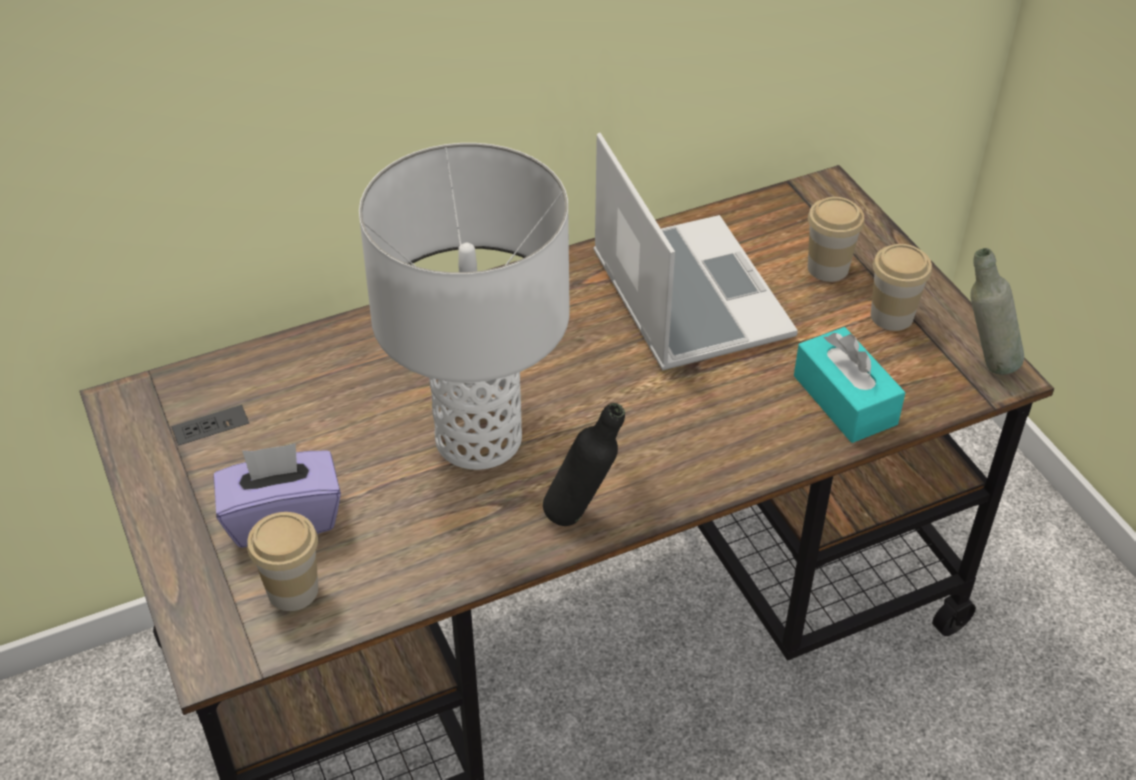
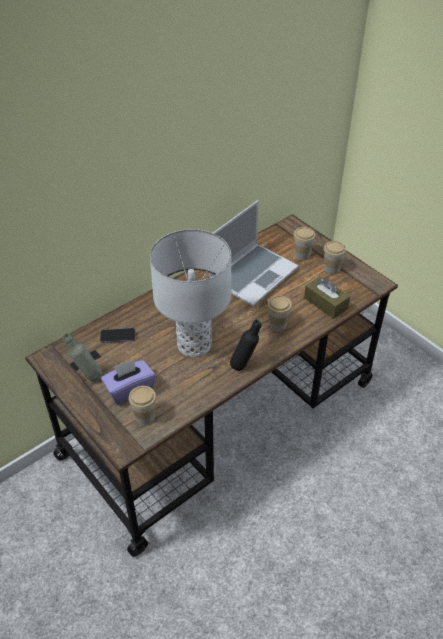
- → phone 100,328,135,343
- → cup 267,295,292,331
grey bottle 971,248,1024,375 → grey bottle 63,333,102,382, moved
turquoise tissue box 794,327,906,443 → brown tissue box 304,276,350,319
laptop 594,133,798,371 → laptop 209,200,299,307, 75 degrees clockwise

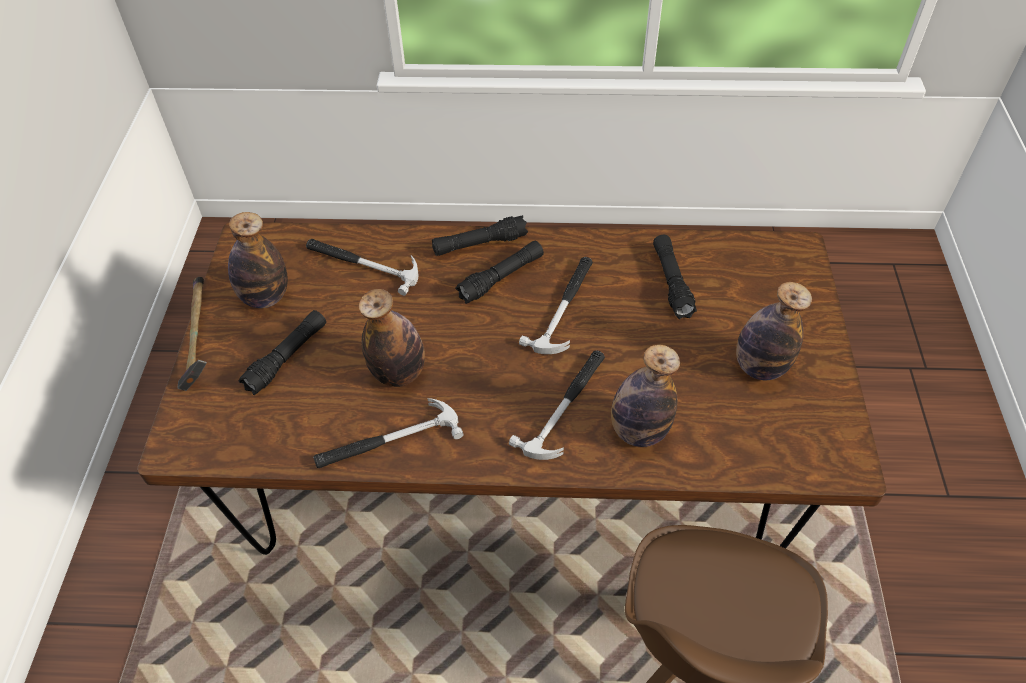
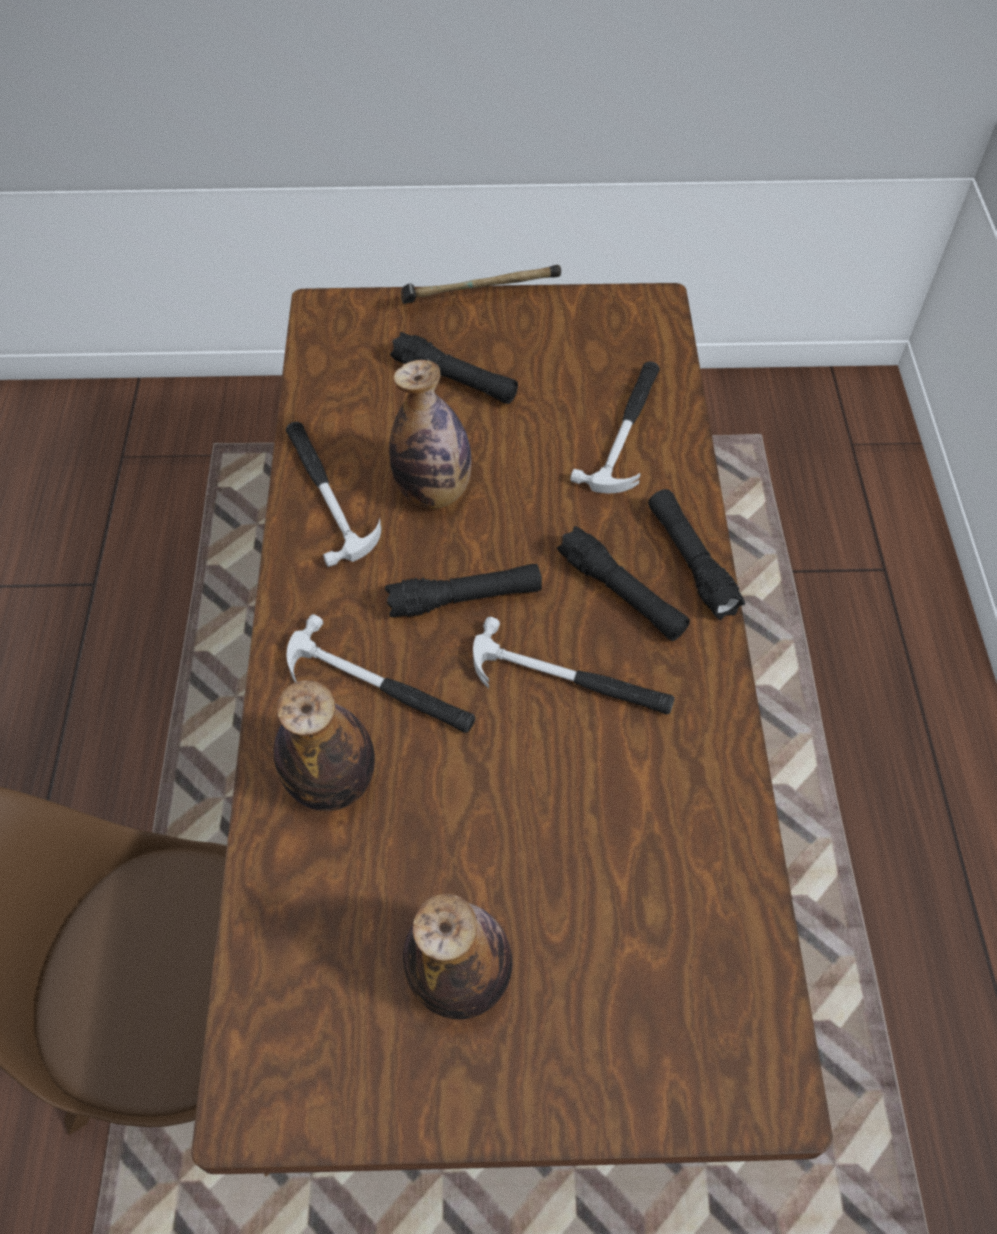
bottle 228,212,288,308 → -
black flashlight 653,235,697,319 → black flashlight 385,564,542,617, moved

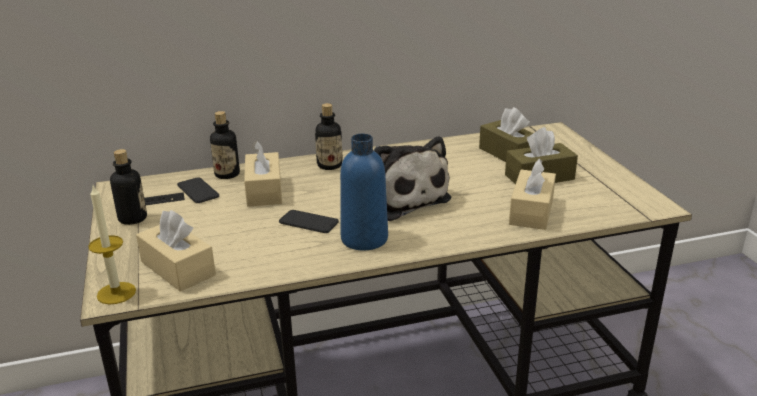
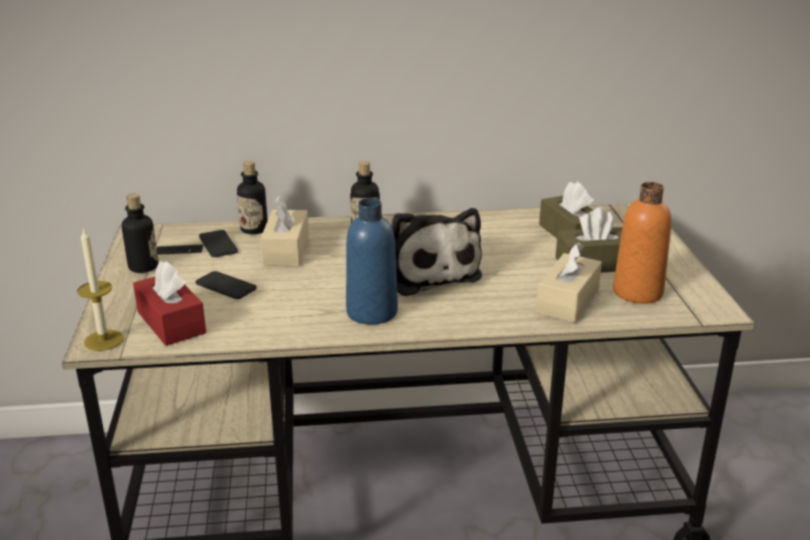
- → orange bottle 613,182,672,304
phone 279,210,339,233 → phone 195,271,257,299, moved
beige tissue box 136,210,216,292 → red tissue box 133,261,206,346

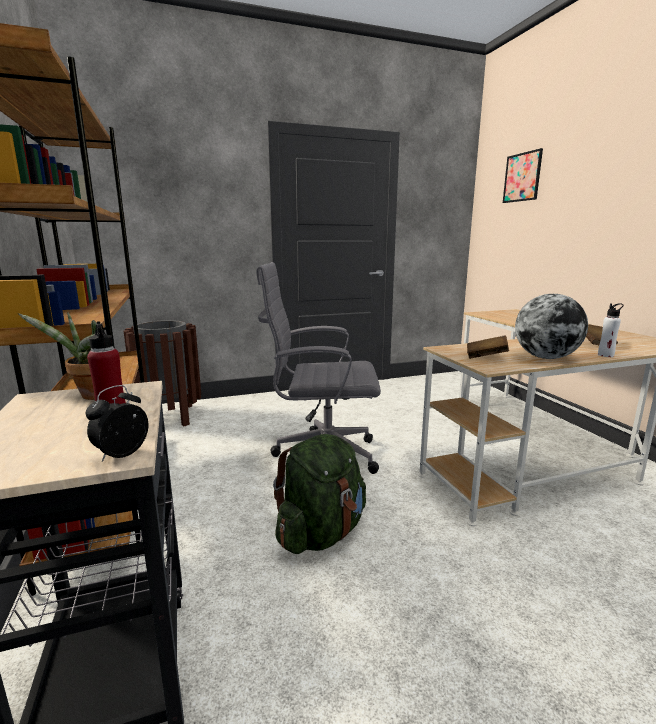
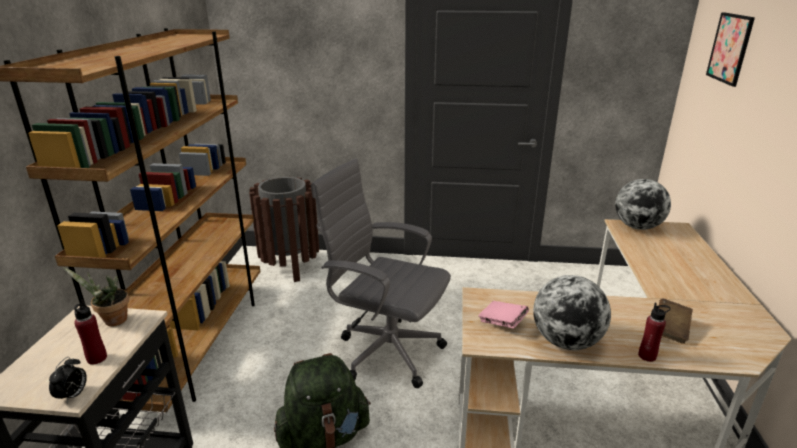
- → globe 615,179,671,230
brown book 467,335,509,359 → pink book 478,301,529,329
white bottle 598,303,624,357 → red bottle 638,303,670,362
alarm clock 85,385,148,462 → alarm clock 49,357,87,404, 135 degrees clockwise

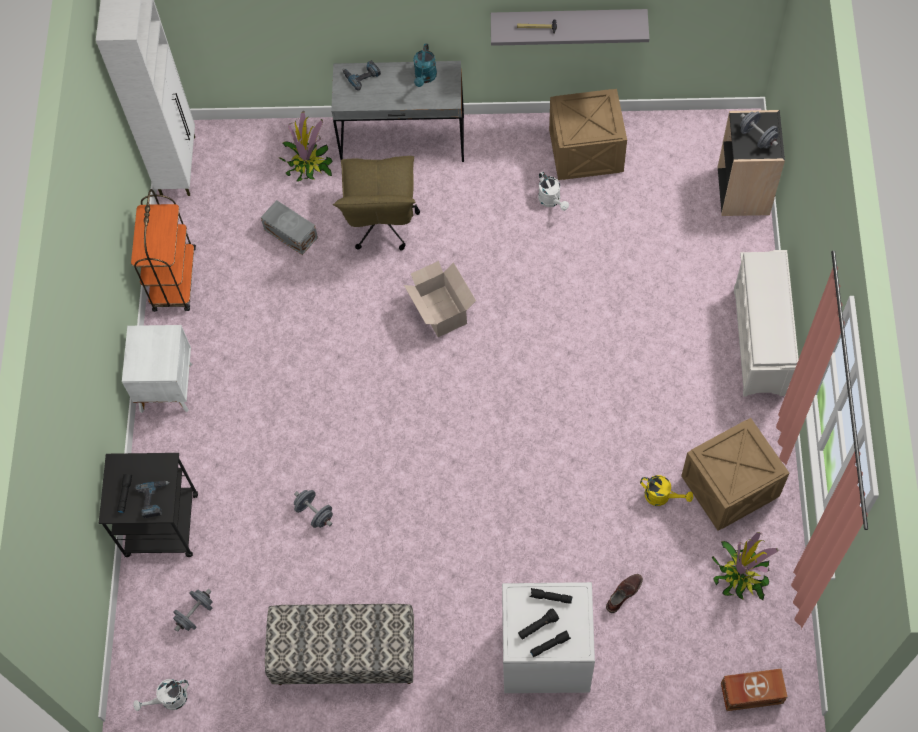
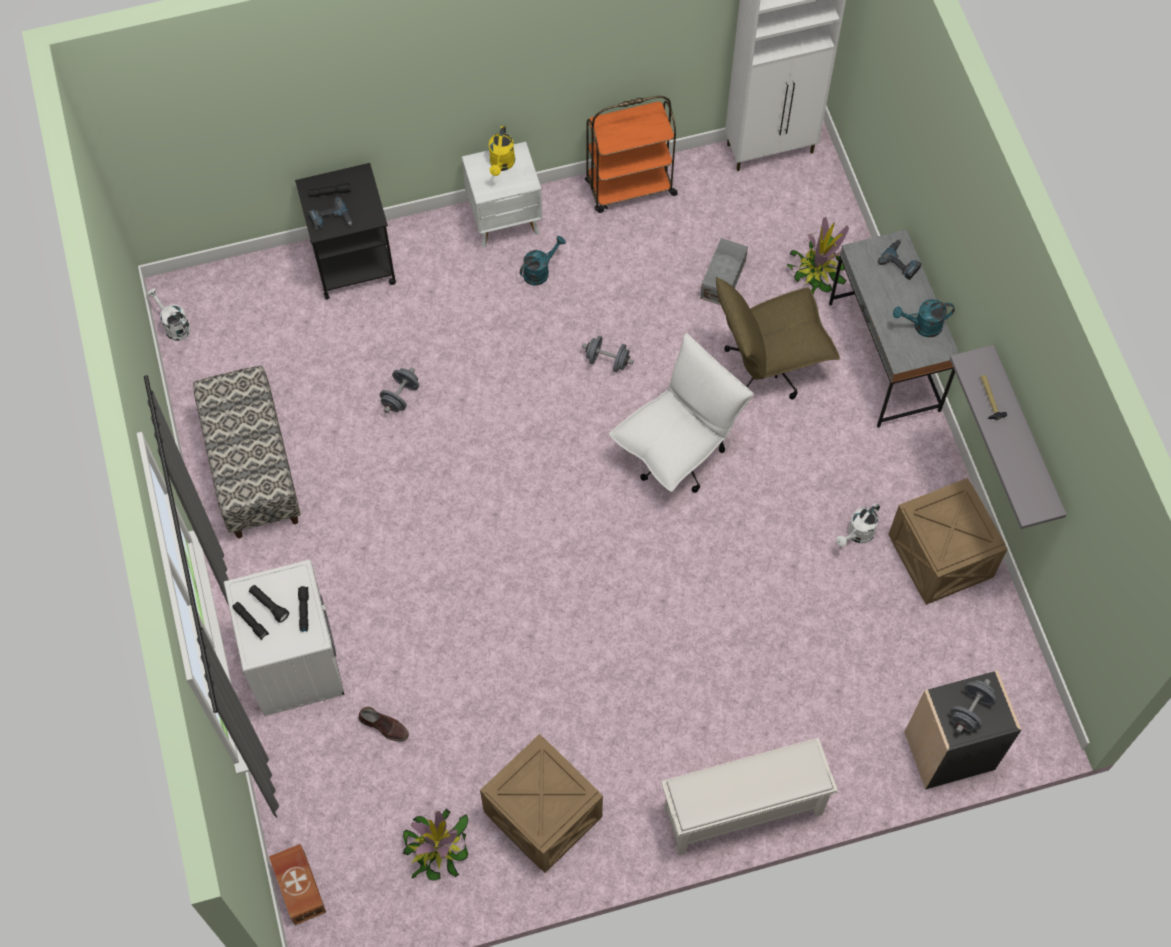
- → turquoise watering can 520,236,566,286
grey dumbbell 173,589,213,632 → grey dumbbell 582,336,634,372, moved
yellow watering can 640,475,693,506 → yellow watering can 488,126,515,176, moved
cardboard box 404,261,476,337 → white office chair 609,333,754,493

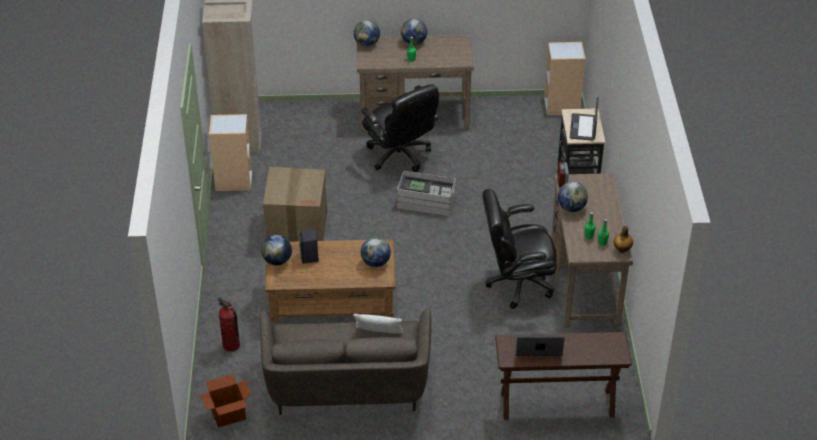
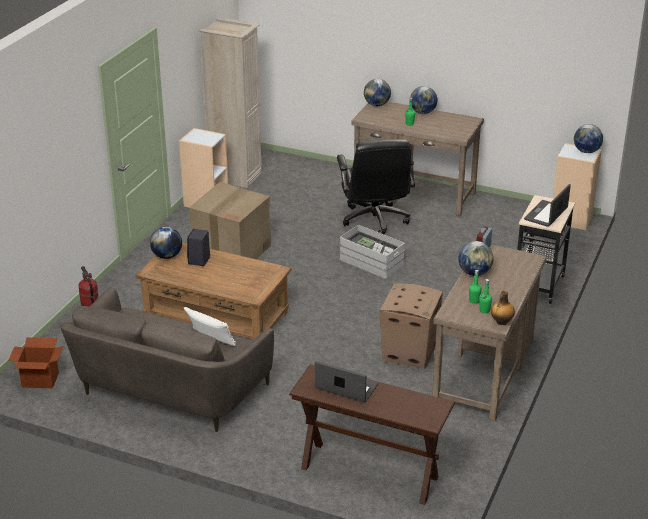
globe 361,237,391,267 → globe 574,124,603,153, moved
black office chair 482,189,557,309 → cardboard box 379,283,443,369

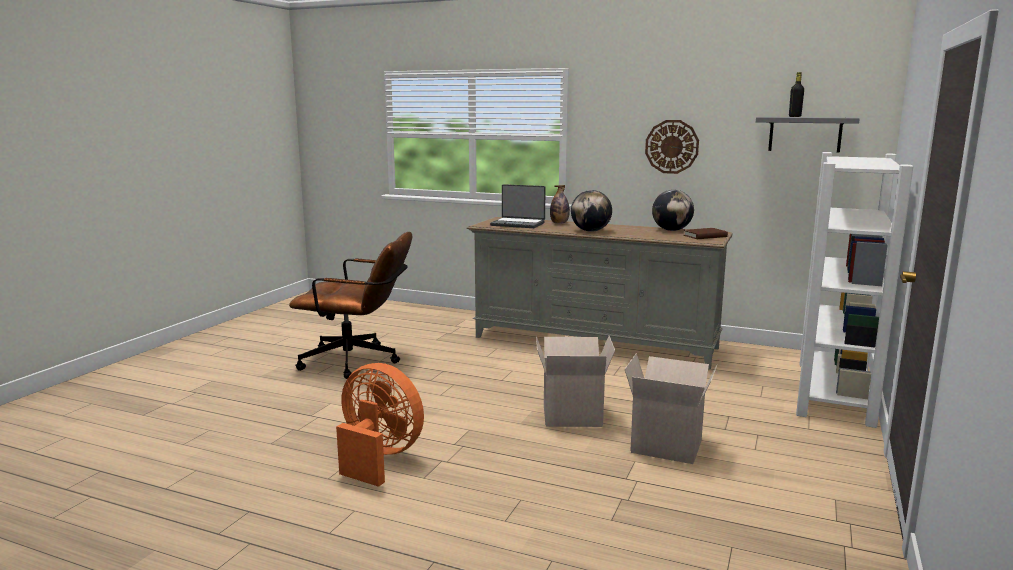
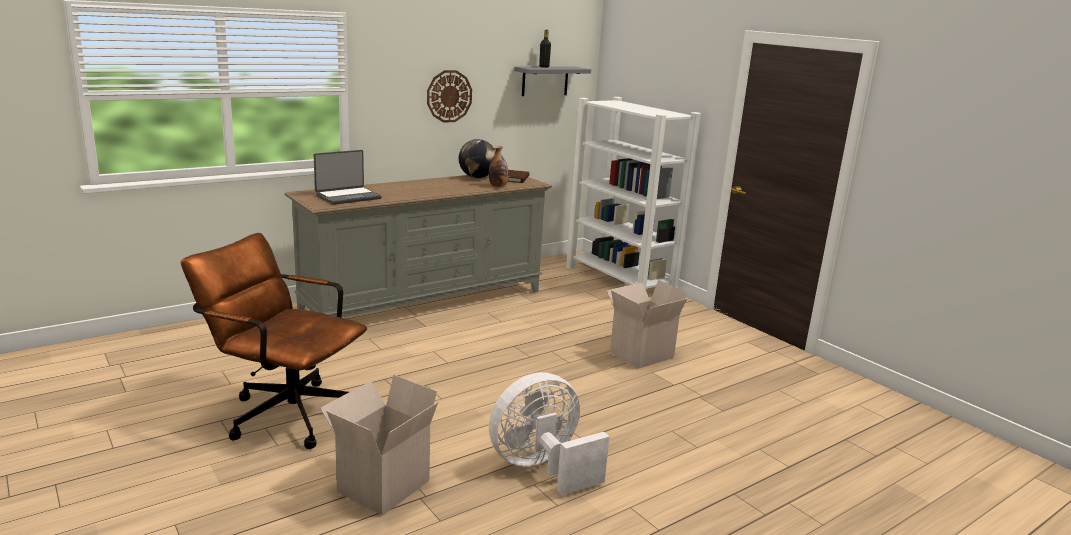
globe 571,190,612,232 → -
cardboard box 536,335,615,427 → cardboard box 320,375,438,516, moved
bottle 550,185,570,224 → bottle 489,146,509,187, moved
orange fan 336,363,424,487 → white fan 489,372,610,495
brown office chair 289,232,412,379 → brown office chair 181,233,367,449, 105 degrees counterclockwise

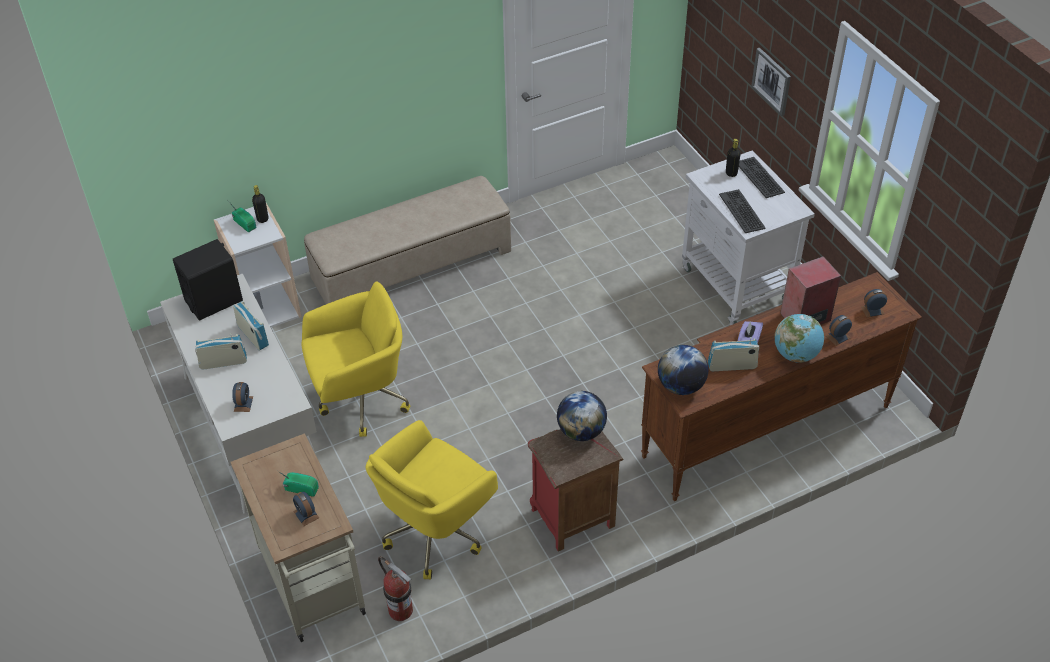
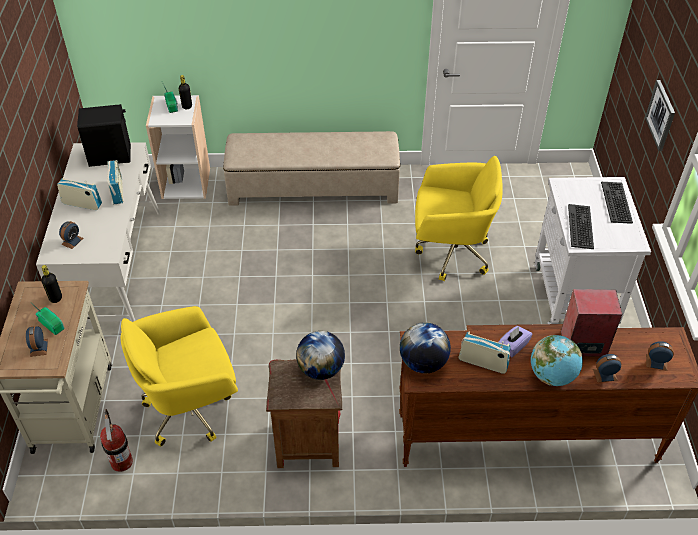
yellow office chair 301,282,410,437 → yellow office chair 415,156,503,281, moved
black bottle 726,139,741,177 → black bottle 41,265,62,303, moved

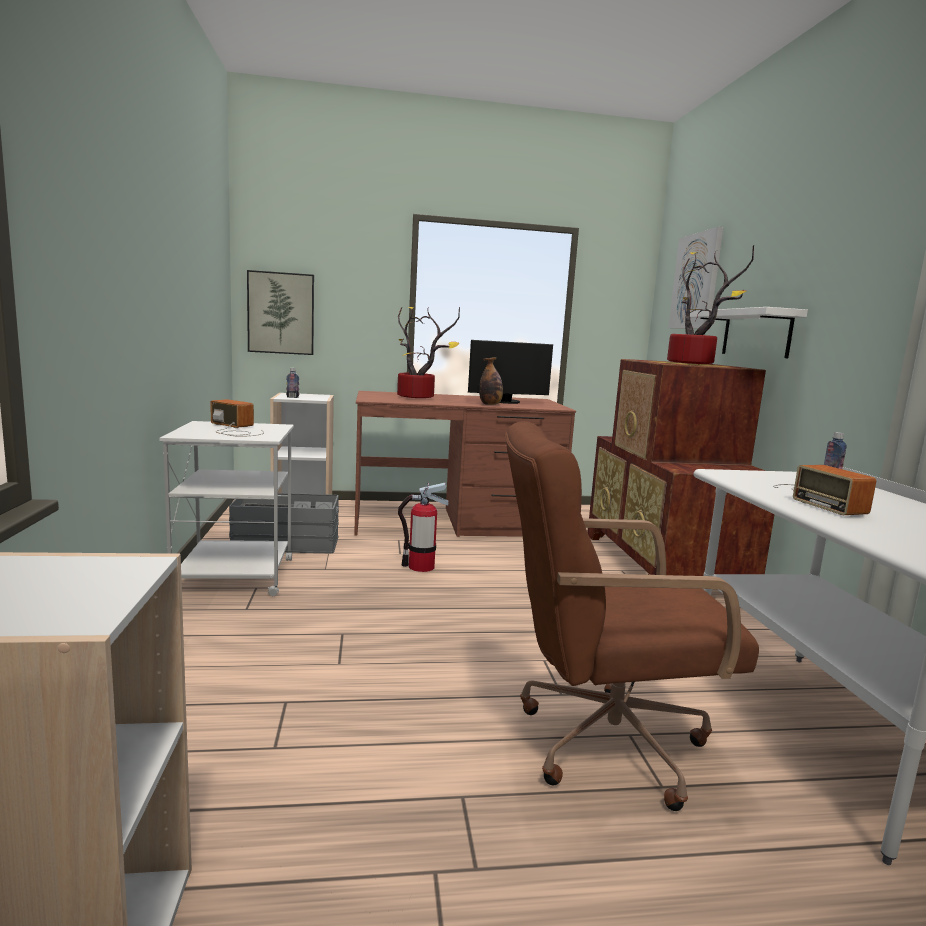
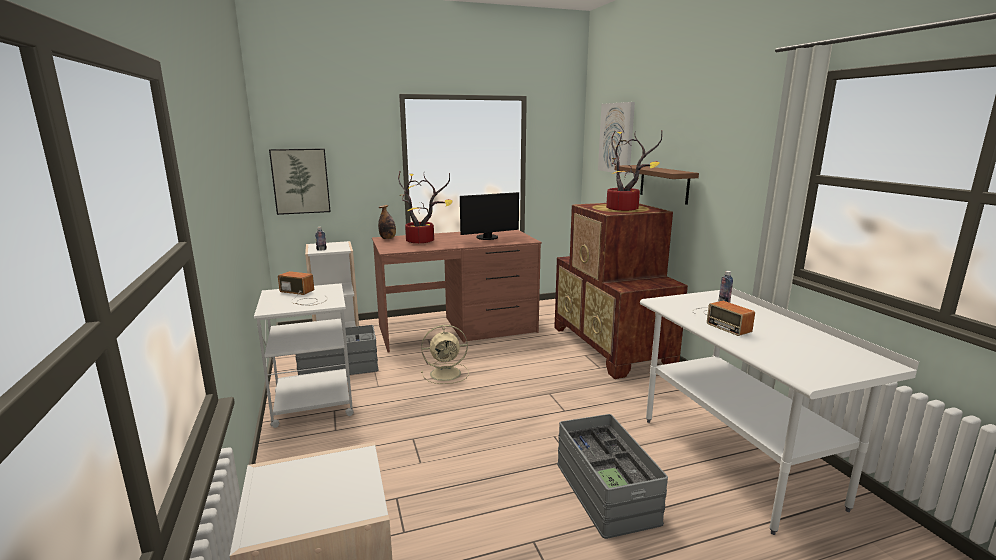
bottle 479,357,503,405 → bottle 378,205,396,239, moved
fire extinguisher 398,483,449,572 → beige fan 421,325,469,384
brown office chair 505,421,759,811 → grey storage box 557,414,668,539
white shelf 690,307,808,358 → brown shelf 615,165,699,205

